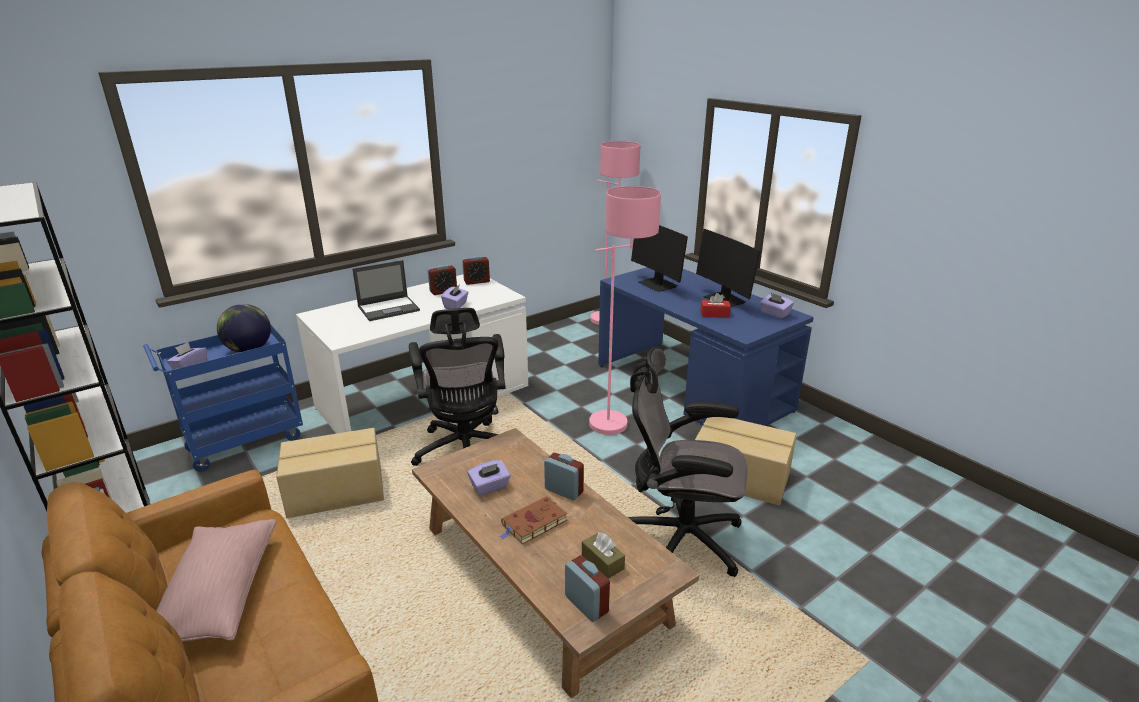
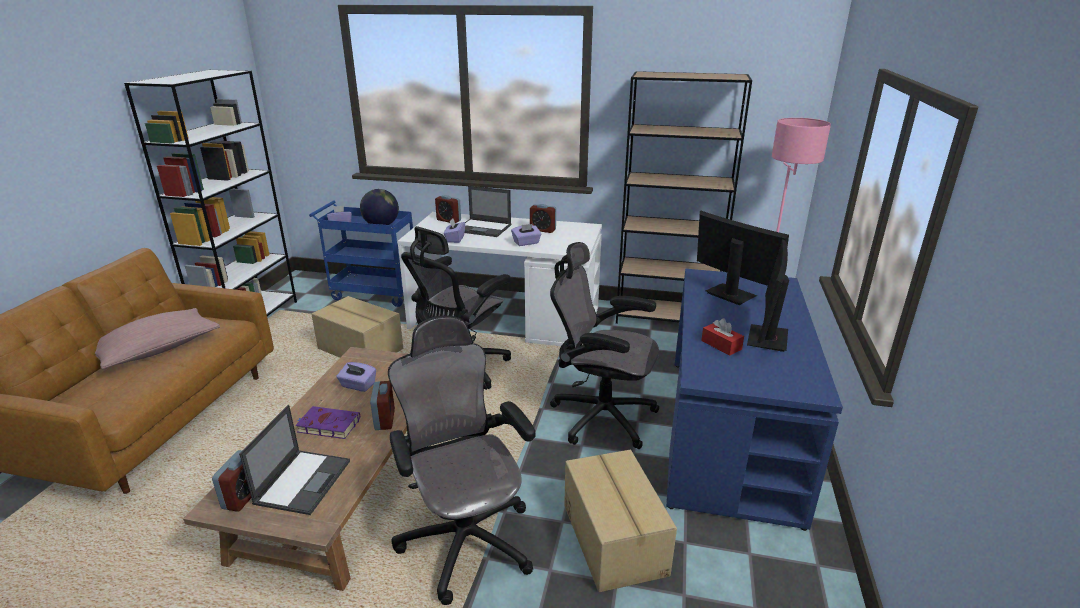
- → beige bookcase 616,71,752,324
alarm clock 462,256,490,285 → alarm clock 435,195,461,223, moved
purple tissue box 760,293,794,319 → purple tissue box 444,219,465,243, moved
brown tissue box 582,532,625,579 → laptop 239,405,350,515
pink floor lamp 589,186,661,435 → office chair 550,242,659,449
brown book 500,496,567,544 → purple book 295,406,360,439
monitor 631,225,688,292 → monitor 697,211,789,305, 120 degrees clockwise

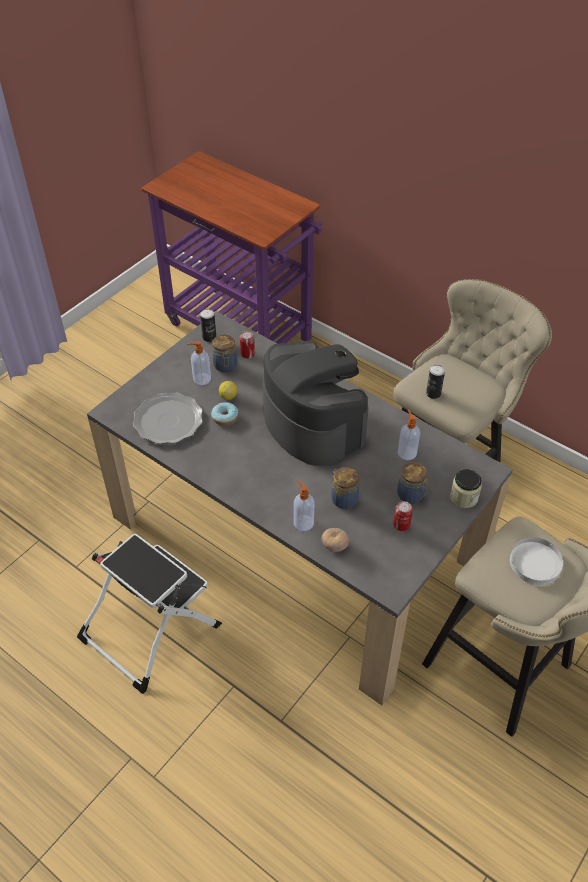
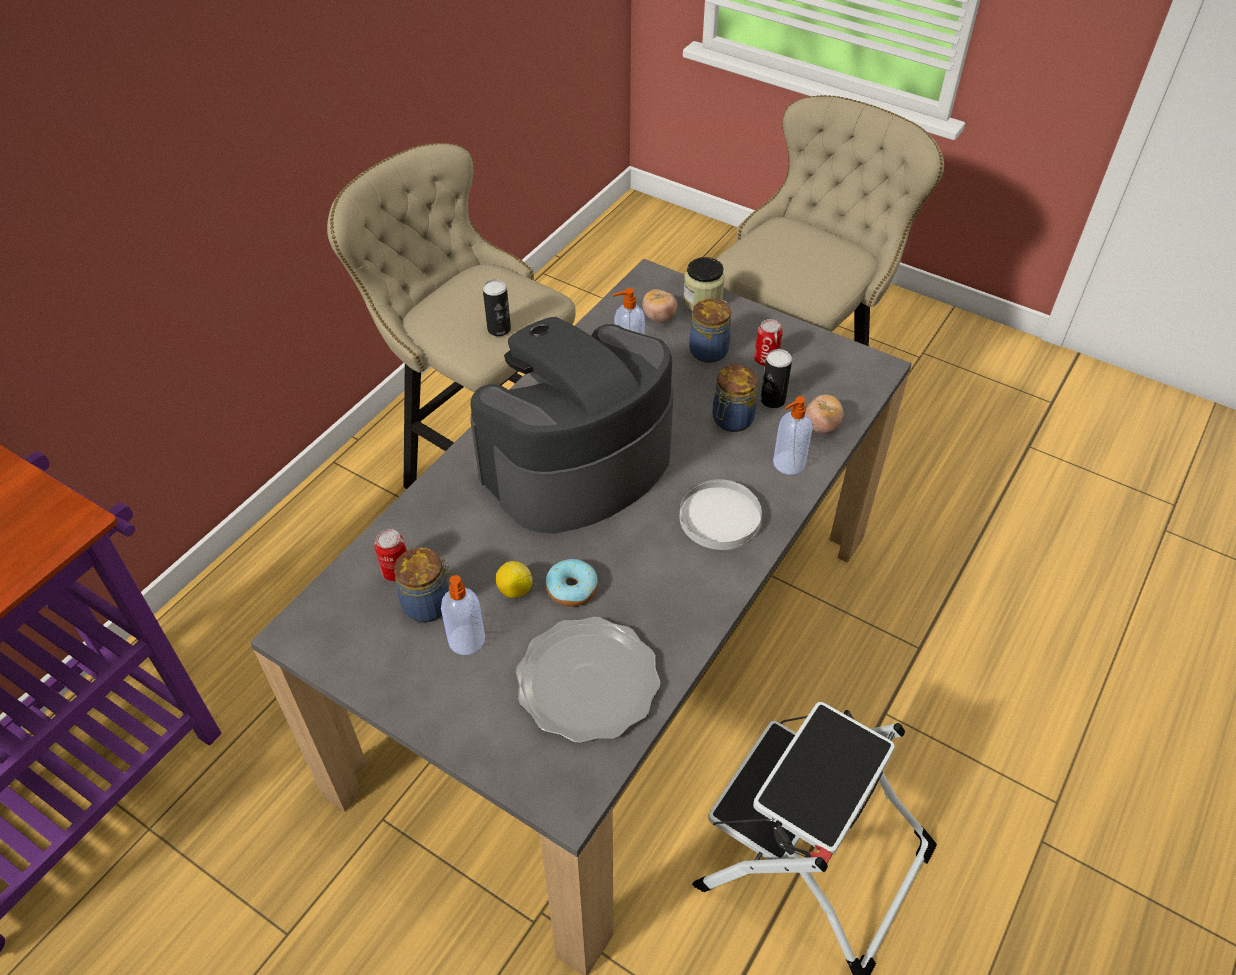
- → tomato 642,289,677,322
can 200,309,216,342 → can 761,349,792,408, moved
white plate 510,538,563,585 → white plate 679,479,762,550, moved

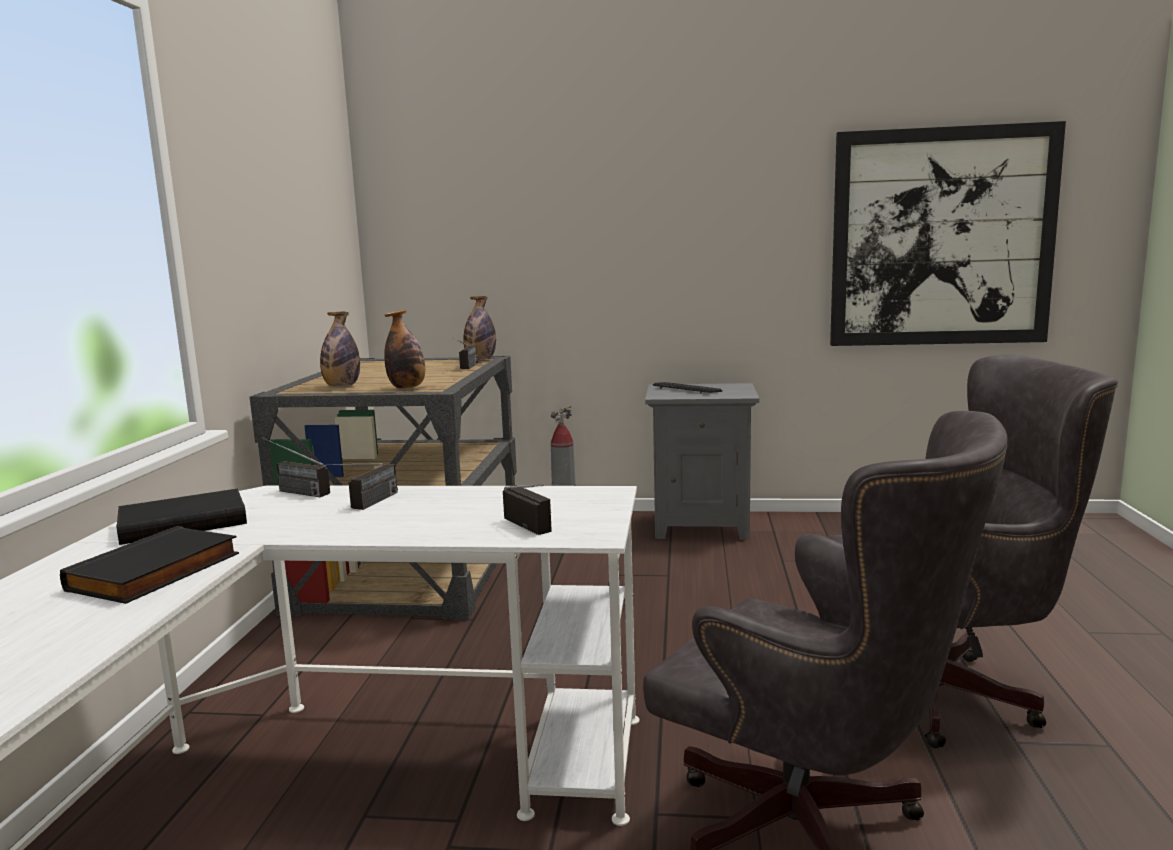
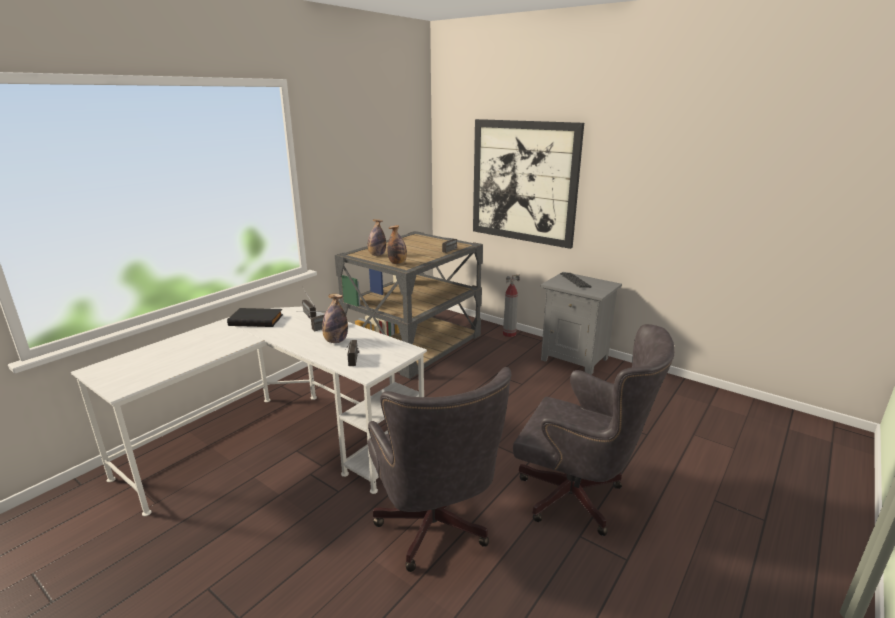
black book 60,526,239,604 → -
bottle 463,296,496,360 → bottle 322,294,348,343, moved
picture 830,121,1066,346 → picture 473,119,584,249, moved

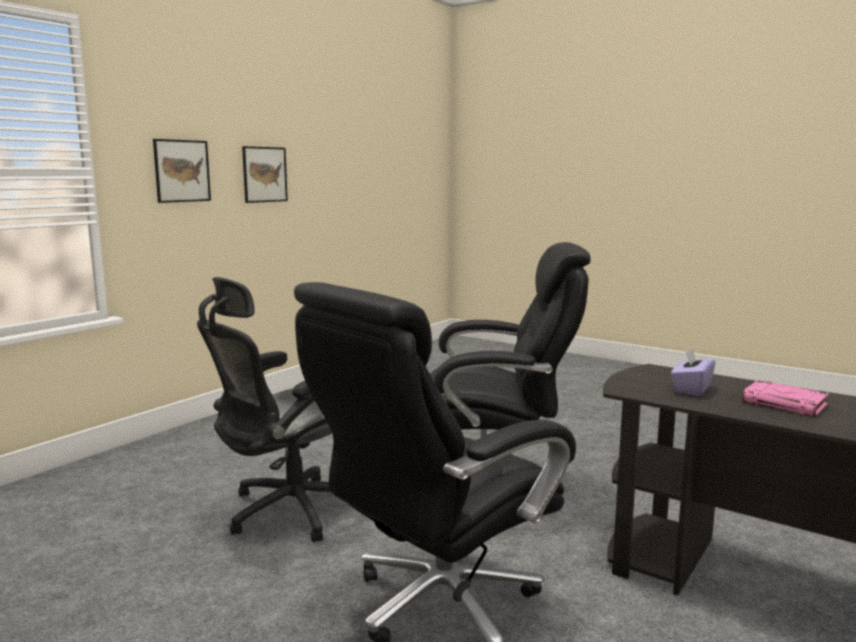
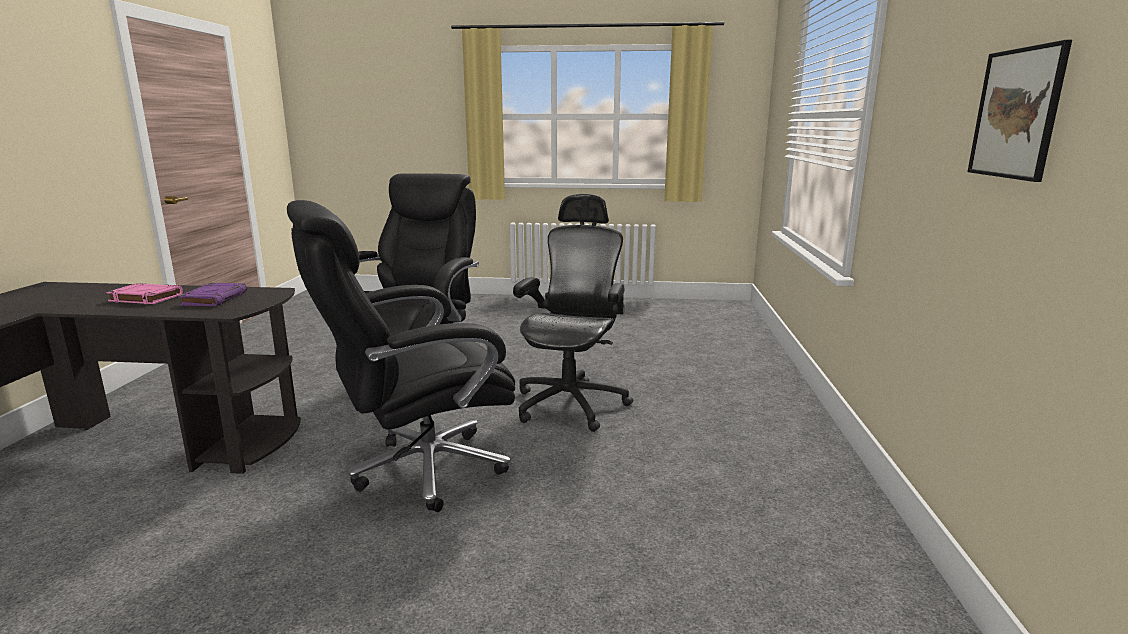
picture 153,139,211,203 → -
purple tissue box 671,348,716,396 → purple book 178,283,247,306

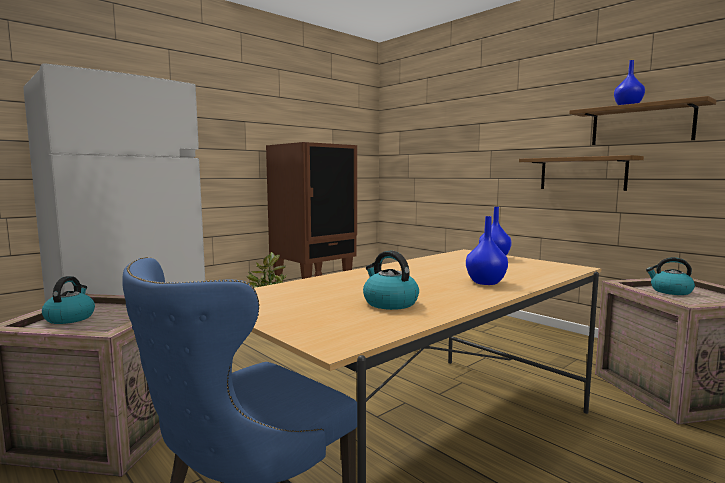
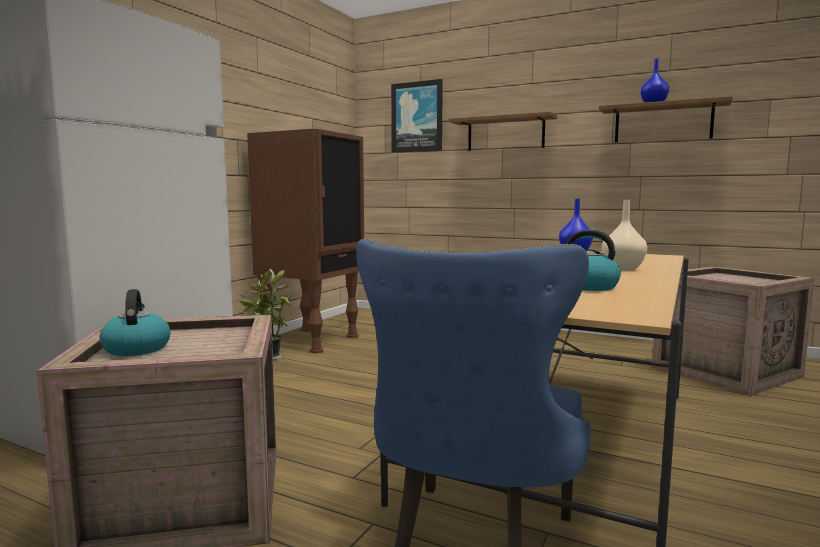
kettle 646,257,695,295 → -
- → picture 391,79,443,153
shelf 519,155,644,191 → shelf 449,112,557,151, moved
blue vase 466,216,508,285 → beige vase 602,200,647,270

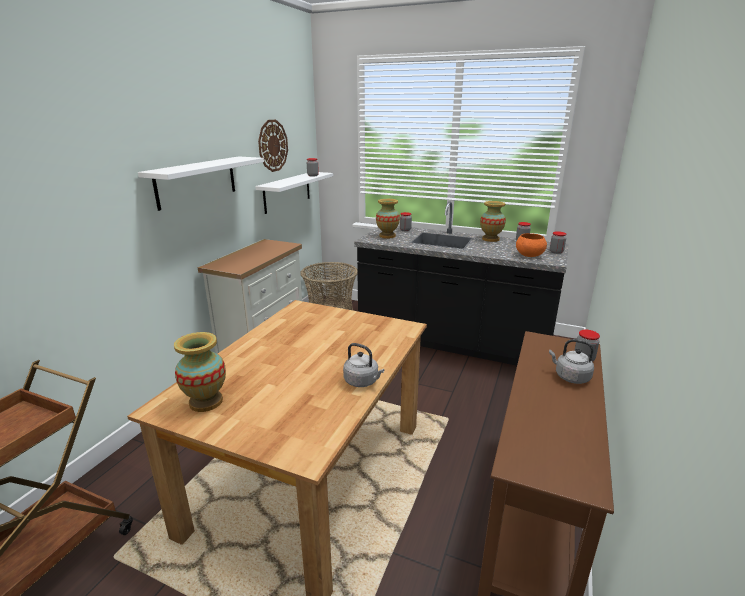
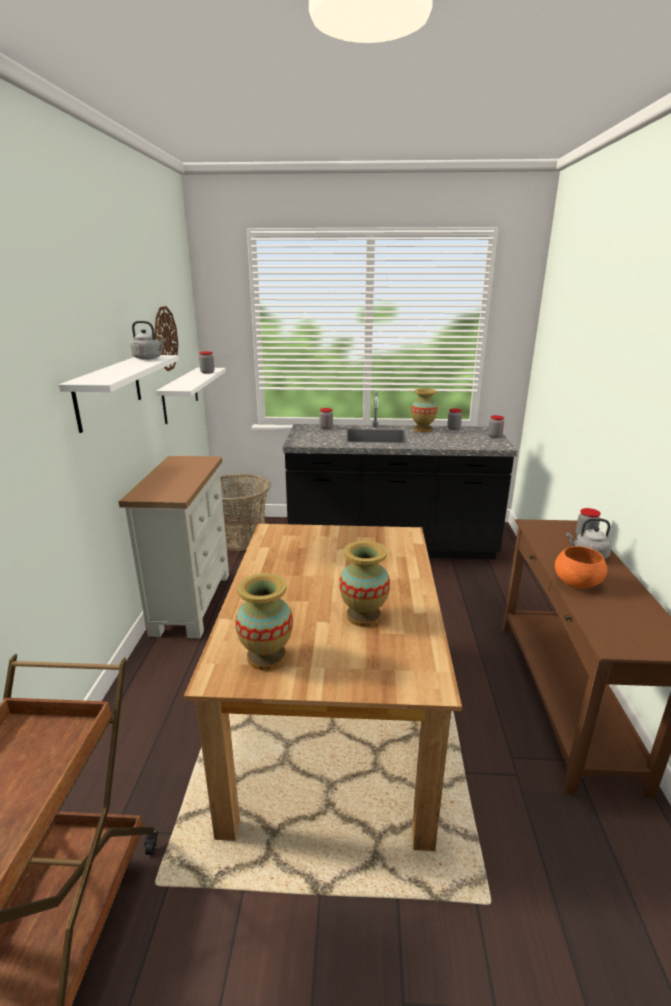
grey kettle 343,343,384,387 → grey kettle 130,321,166,360, moved
vase 376,199,400,239 → vase 339,541,390,627, moved
orange bowl 516,233,547,257 → orange bowl 555,546,607,588, moved

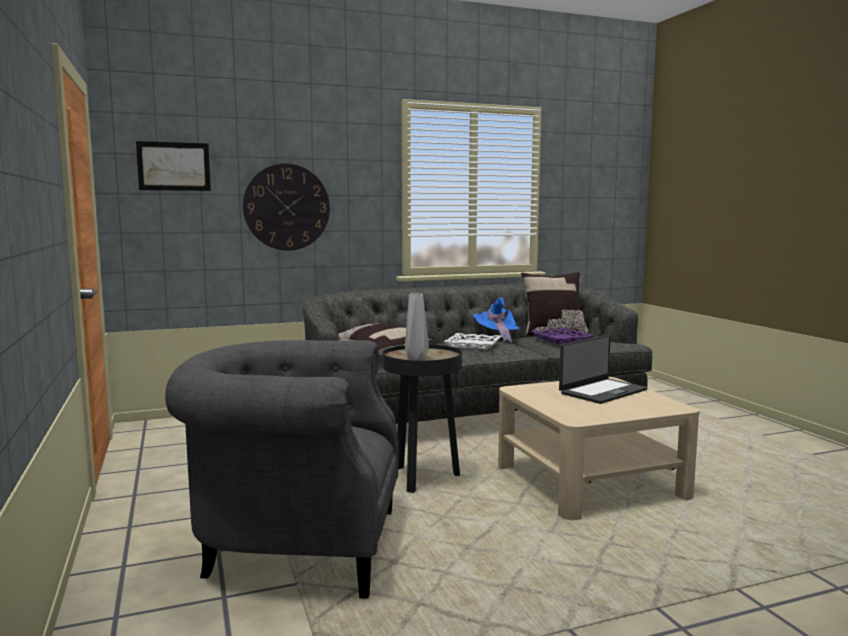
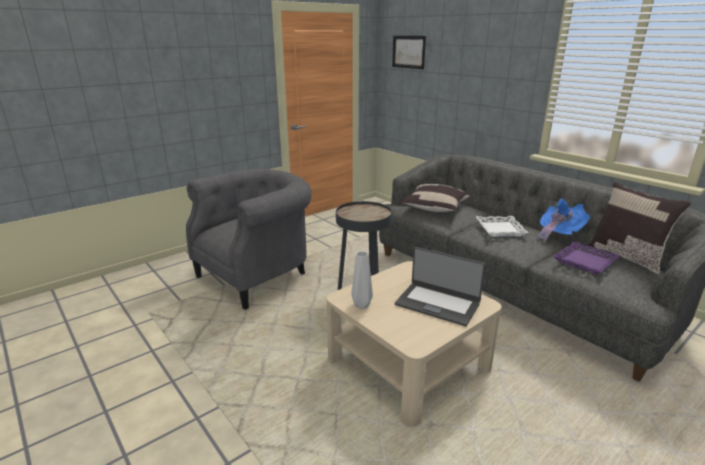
wall clock 243,163,330,251 → -
grey vase 405,293,429,360 → grey vase 351,251,373,309, moved
grey armchair 165,340,398,599 → grey armchair 186,169,312,310, 60 degrees clockwise

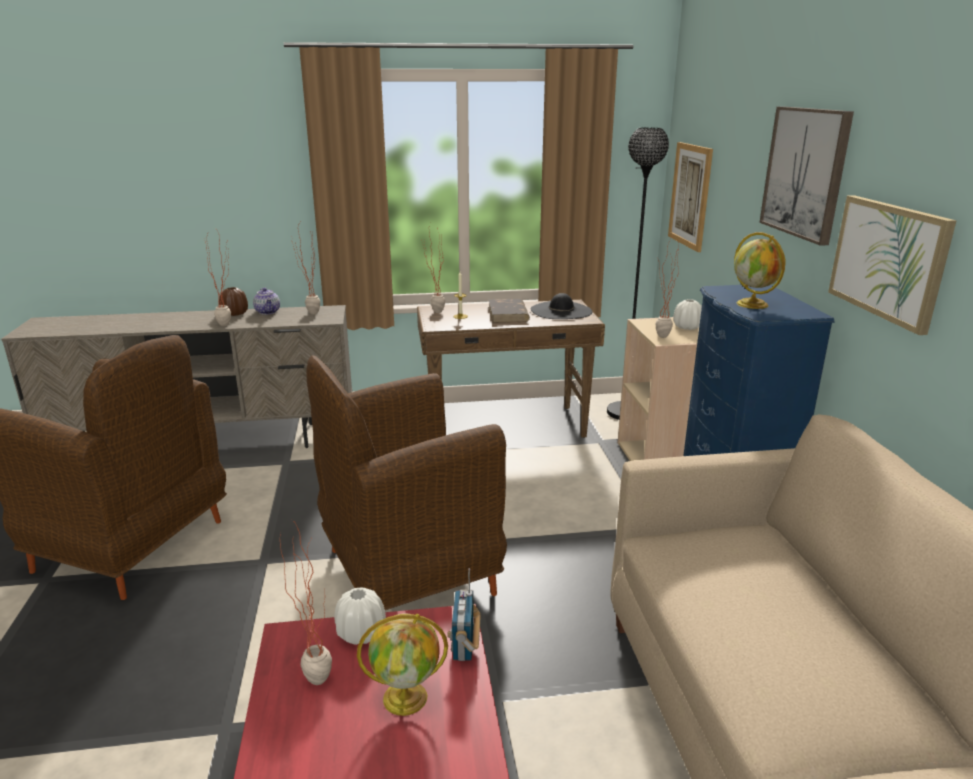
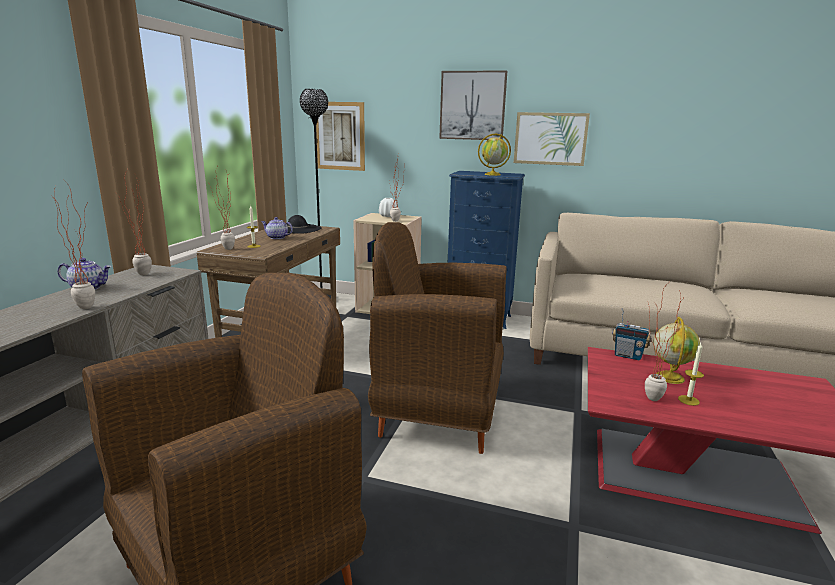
brown vase 219,287,248,316 → -
white vase 334,587,386,645 → -
- → candle 678,343,704,406
brown book 488,299,530,323 → teapot 261,217,293,239
brown armchair 306,355,507,610 → brown armchair 368,222,507,454, 105 degrees clockwise

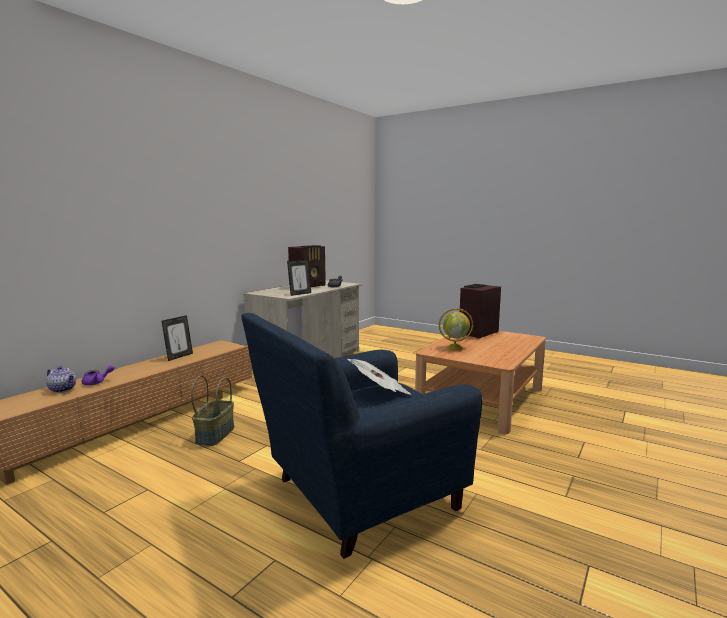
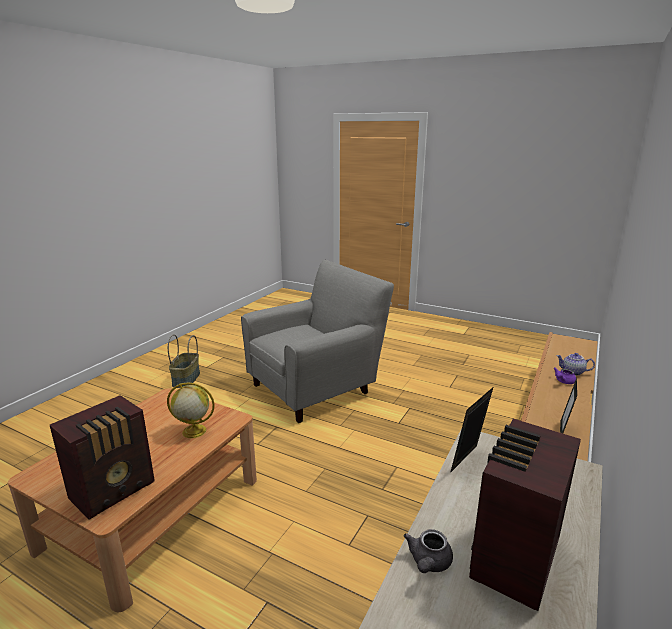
newspaper 348,359,412,395 → -
basket 191,375,234,446 → basket 168,334,200,388, moved
blue armchair 242,313,483,559 → grey armchair 241,260,394,423

